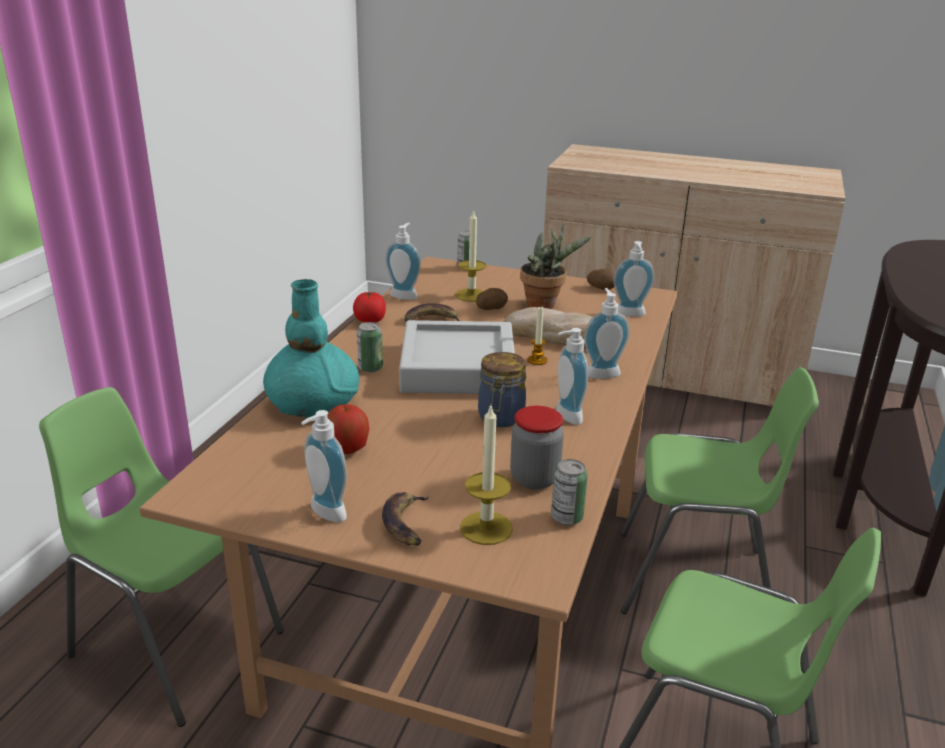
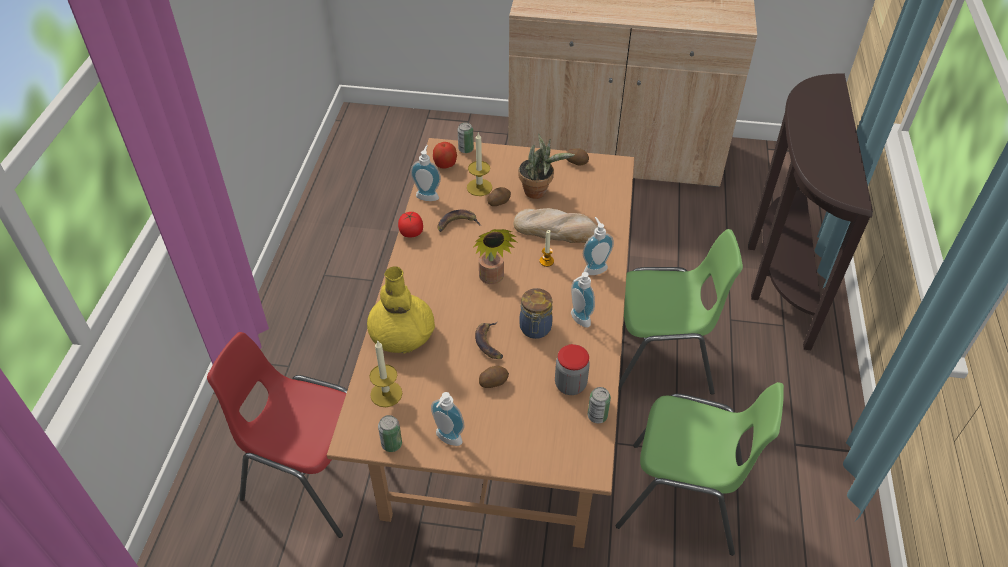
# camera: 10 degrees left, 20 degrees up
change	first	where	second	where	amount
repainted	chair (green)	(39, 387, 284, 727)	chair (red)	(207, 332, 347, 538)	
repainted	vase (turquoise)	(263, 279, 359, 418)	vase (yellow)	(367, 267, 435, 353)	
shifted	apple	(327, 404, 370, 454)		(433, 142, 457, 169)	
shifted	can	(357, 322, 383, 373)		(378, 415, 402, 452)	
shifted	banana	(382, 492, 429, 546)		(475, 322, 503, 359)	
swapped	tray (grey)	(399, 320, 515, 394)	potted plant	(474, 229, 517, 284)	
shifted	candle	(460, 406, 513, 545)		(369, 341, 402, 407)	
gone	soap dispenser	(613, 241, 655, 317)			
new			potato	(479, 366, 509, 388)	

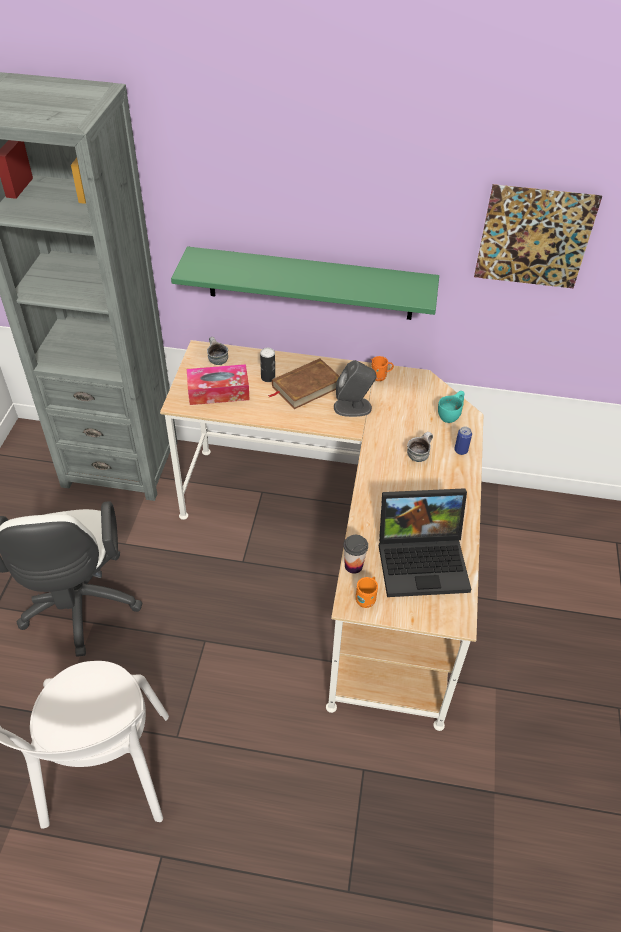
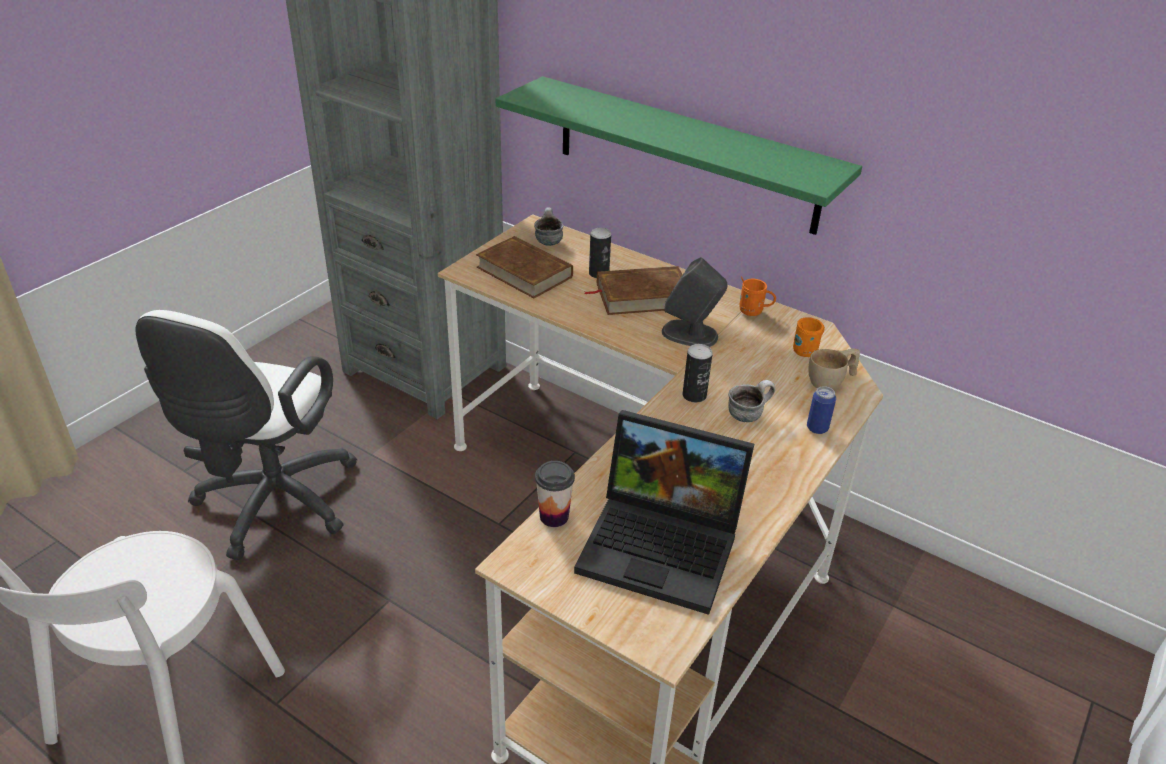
# camera: 25 degrees right, 10 degrees down
change	first	where	second	where	amount
swapped	tissue box	(187, 364, 250, 405)	book (brown)	(476, 236, 573, 298)	
shifted	mug (orange)	(356, 577, 378, 608)		(793, 317, 825, 357)	
repainted	cup (turquoise)	(438, 391, 464, 423)	cup (beige)	(808, 348, 860, 389)	
gone	picture	(474, 184, 602, 288)			
new			can	(683, 344, 713, 403)	

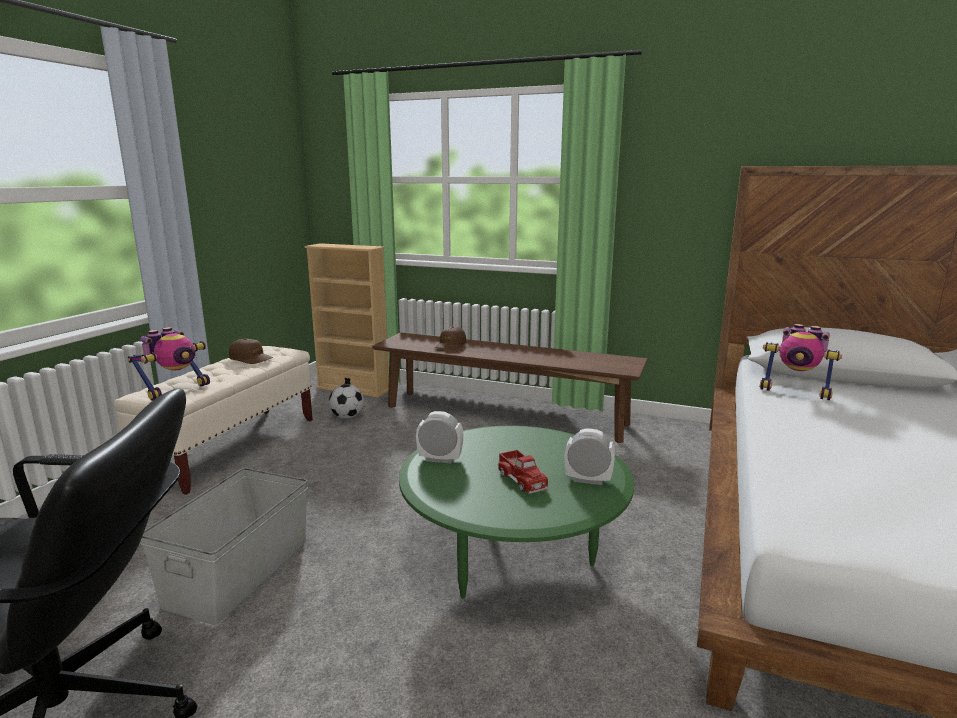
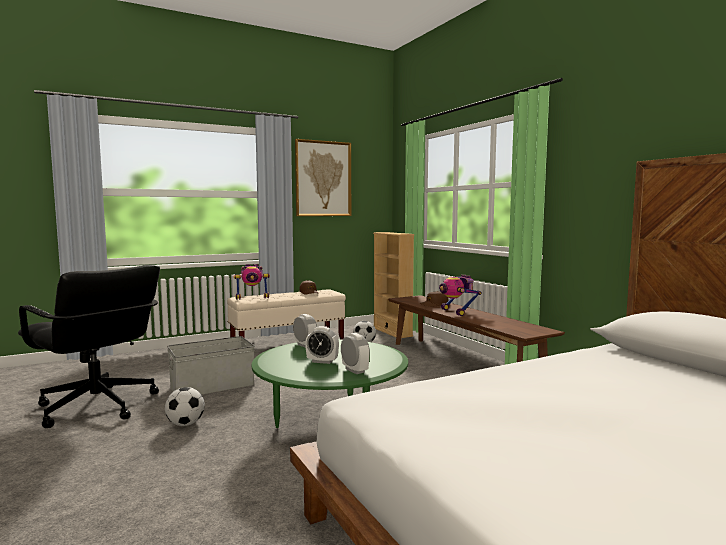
# camera: 40 degrees right, 10 degrees down
change	first	where	second	where	amount
swapped	toy truck	(498, 450, 549, 494)	alarm clock	(305, 326, 339, 364)	
shifted	toy robot	(760, 324, 842, 400)		(439, 275, 482, 316)	
new			football	(165, 387, 205, 426)	
new			picture	(295, 139, 351, 216)	

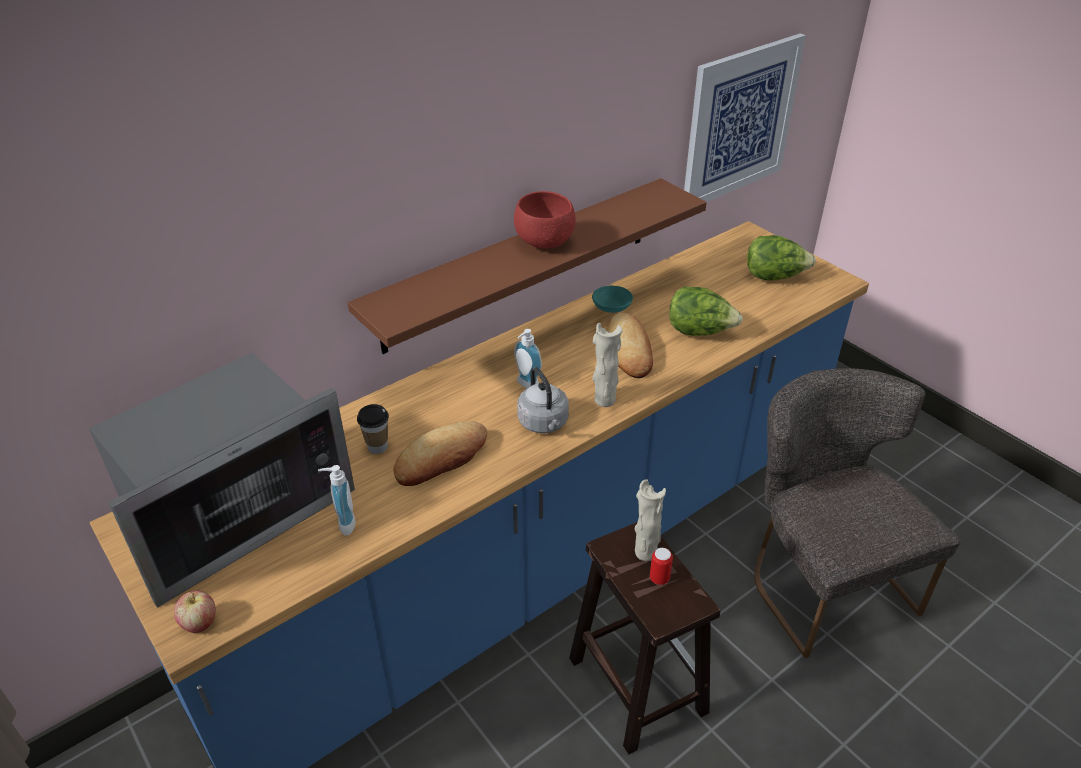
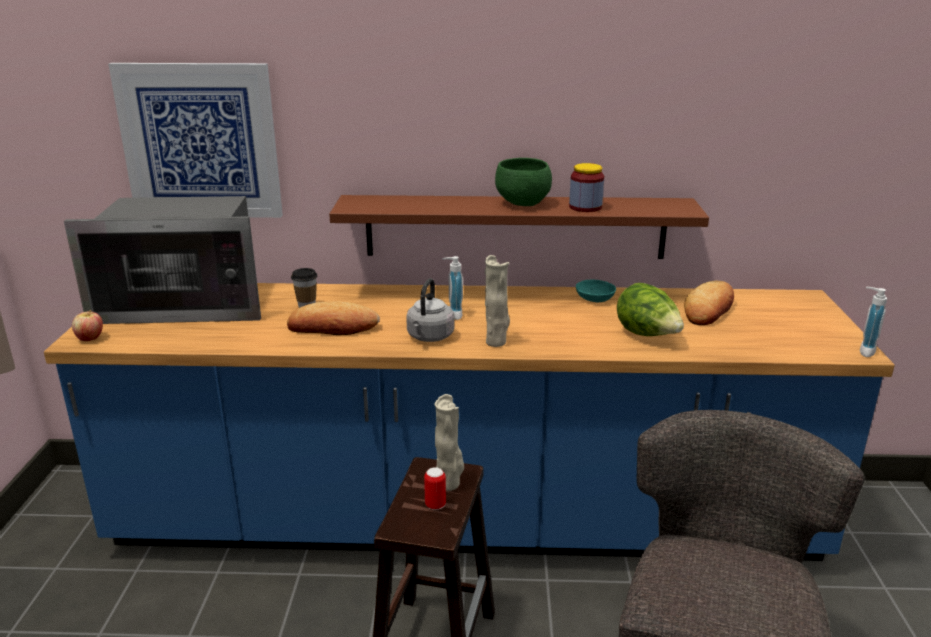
# camera: 40 degrees right, 15 degrees down
change	first	where	second	where	amount
shifted	soap dispenser	(318, 465, 356, 536)		(860, 287, 887, 357)	
repainted	bowl (red)	(514, 191, 576, 249)	bowl (green)	(495, 158, 552, 206)	
shifted	bread	(607, 313, 653, 378)		(684, 281, 734, 325)	
shifted	picture	(684, 33, 806, 202)		(108, 63, 283, 218)	
gone	lettuce	(747, 235, 816, 281)			
new			jar	(569, 163, 604, 212)	

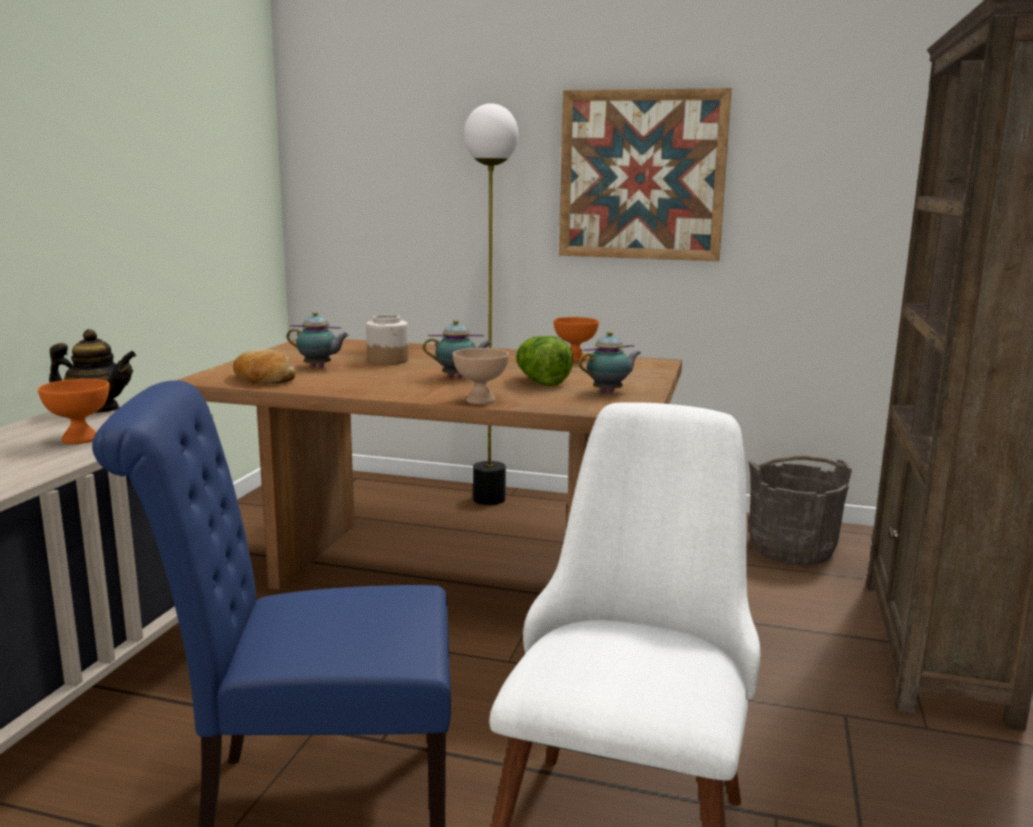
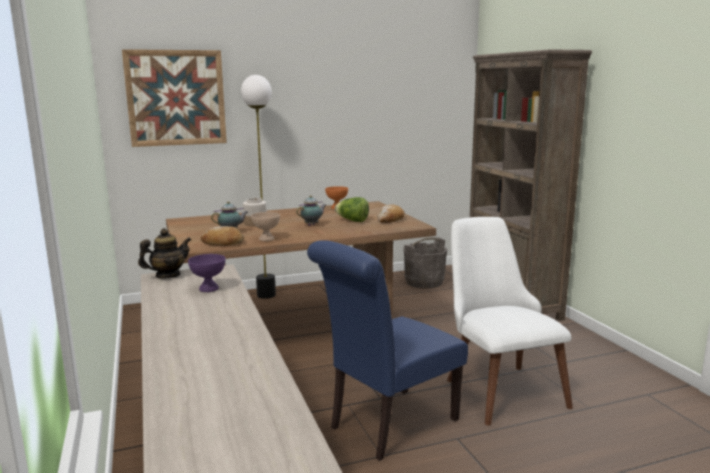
# camera: 35 degrees left, 0 degrees up
change	first	where	second	where	amount
repainted	bowl (orange)	(38, 379, 109, 444)	bowl (purple)	(188, 254, 225, 292)	
shifted	bowl (beige)	(453, 348, 509, 404)		(251, 212, 280, 241)	
shifted	picture	(559, 88, 732, 261)		(122, 49, 227, 147)	
swapped	teapot	(579, 331, 641, 393)	bread	(377, 204, 405, 223)	

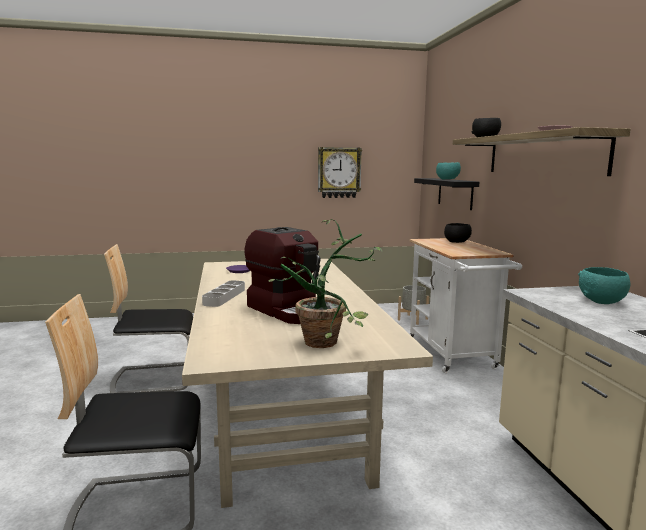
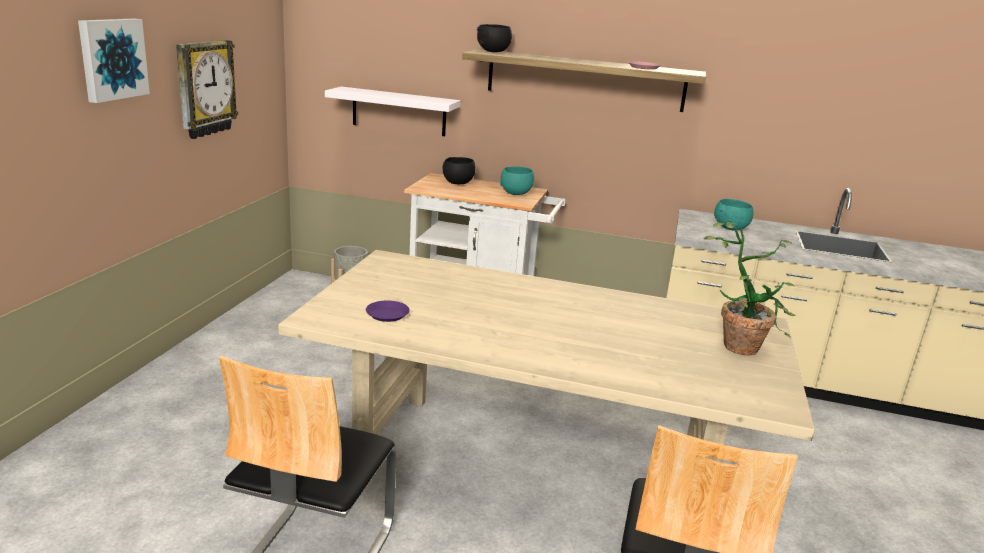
# camera: 65 degrees left, 10 degrees up
change	first	where	second	where	amount
gone	tray (grey)	(202, 280, 245, 307)			
gone	coffee machine	(245, 227, 320, 324)			
repainted	shelf (black)	(414, 178, 479, 210)	shelf (white)	(325, 86, 460, 136)	
shifted	bowl (turquoise)	(436, 162, 461, 179)		(500, 166, 534, 195)	
new			picture	(78, 18, 150, 103)	

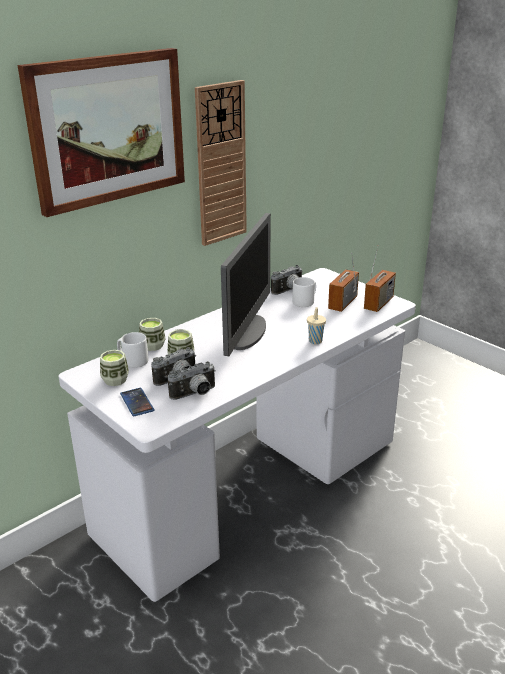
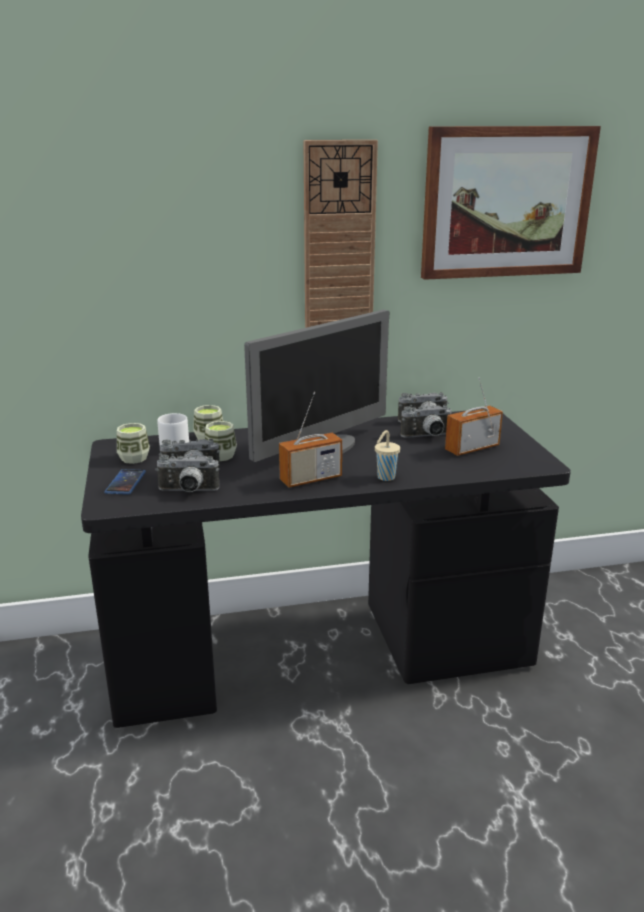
# camera: 30 degrees right, 5 degrees down
change	first	where	second	where	amount
shifted	picture	(17, 48, 185, 217)		(421, 126, 601, 280)	
repainted	desk (white)	(59, 268, 416, 602)	desk (black)	(81, 411, 571, 728)	
swapped	mug (white)	(292, 277, 316, 307)	photo camera	(400, 405, 452, 438)	
shifted	radio	(364, 245, 396, 312)		(279, 392, 342, 488)	

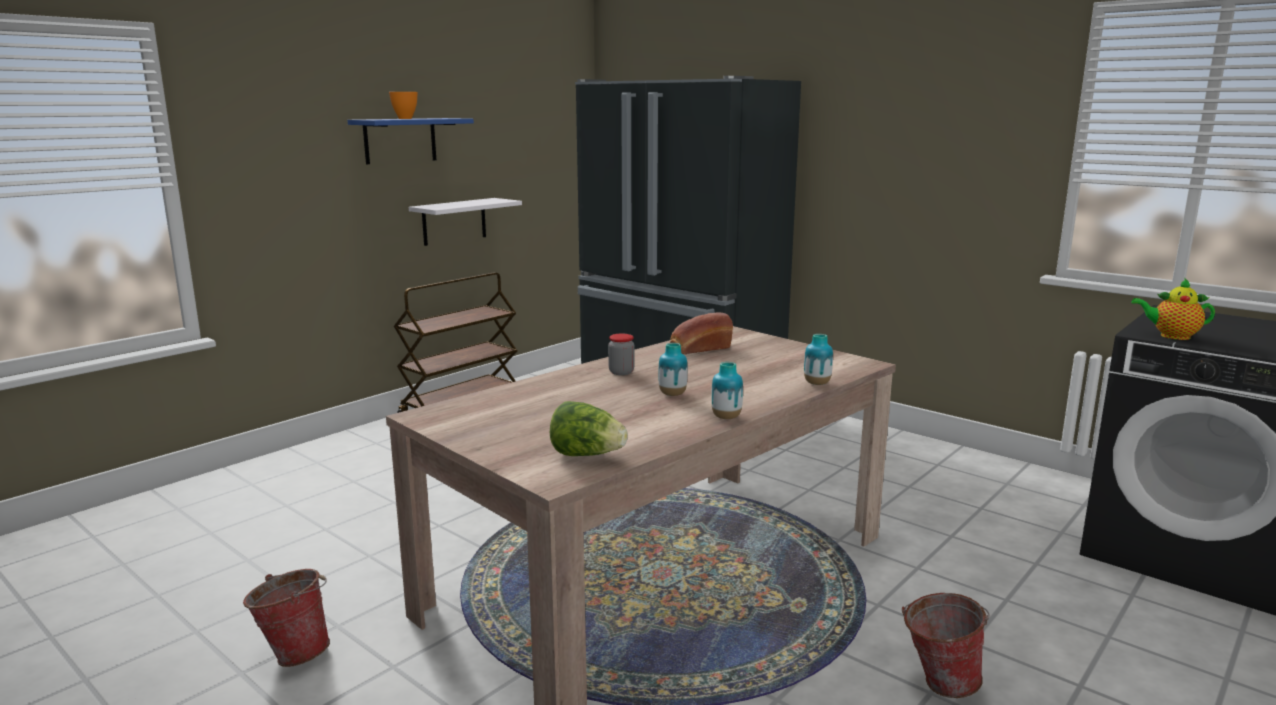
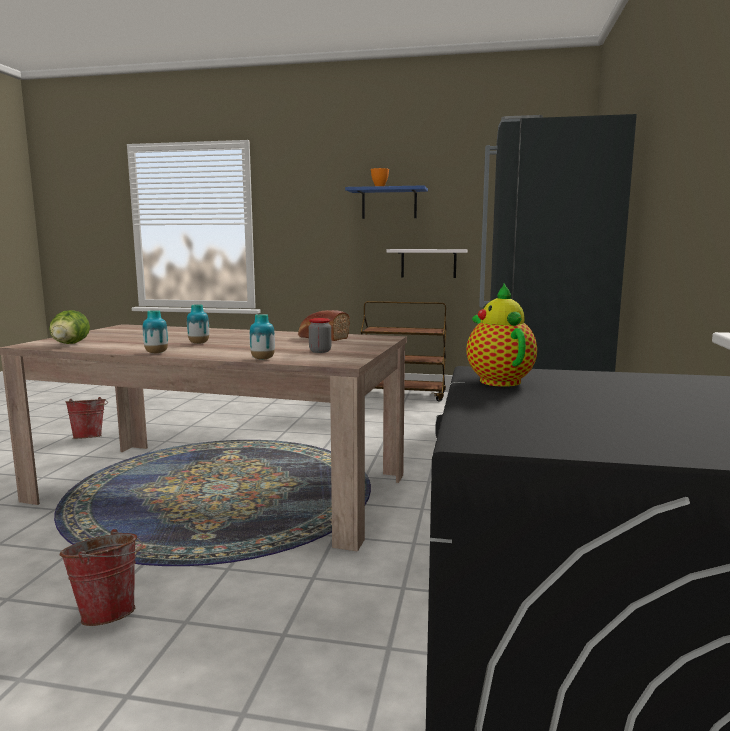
# camera: 60 degrees right, 5 degrees down
change	first	where	second	where	amount
shifted	jar	(608, 334, 635, 375)		(309, 318, 331, 353)	

